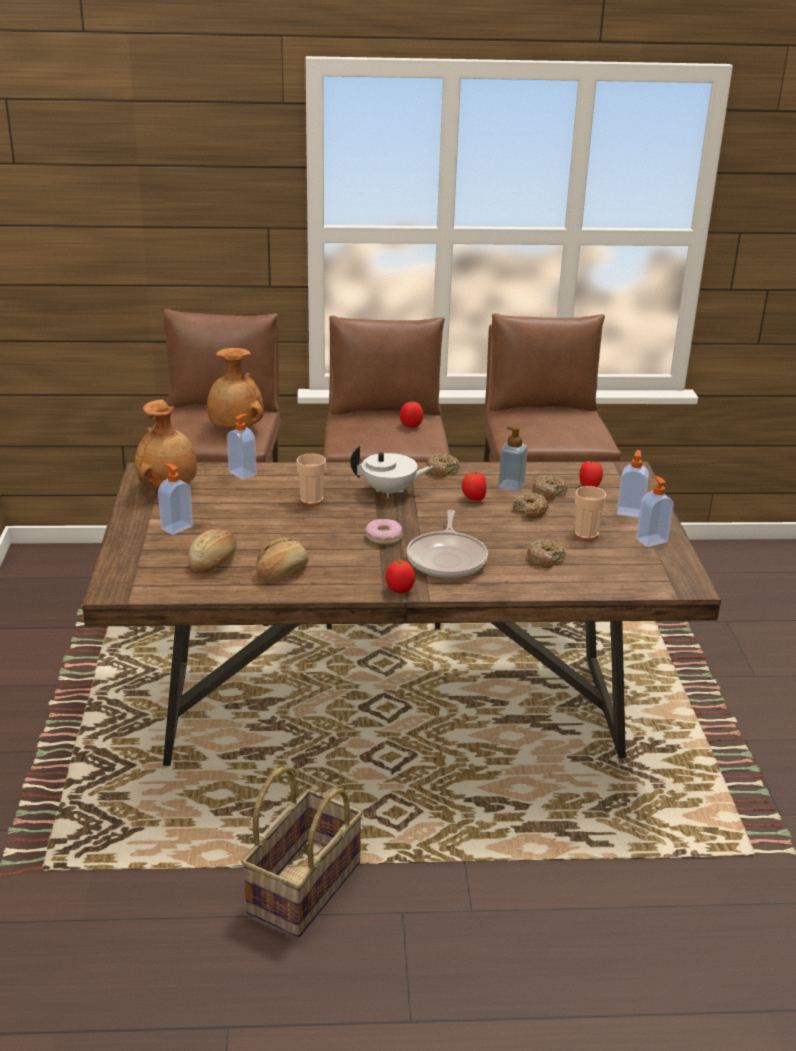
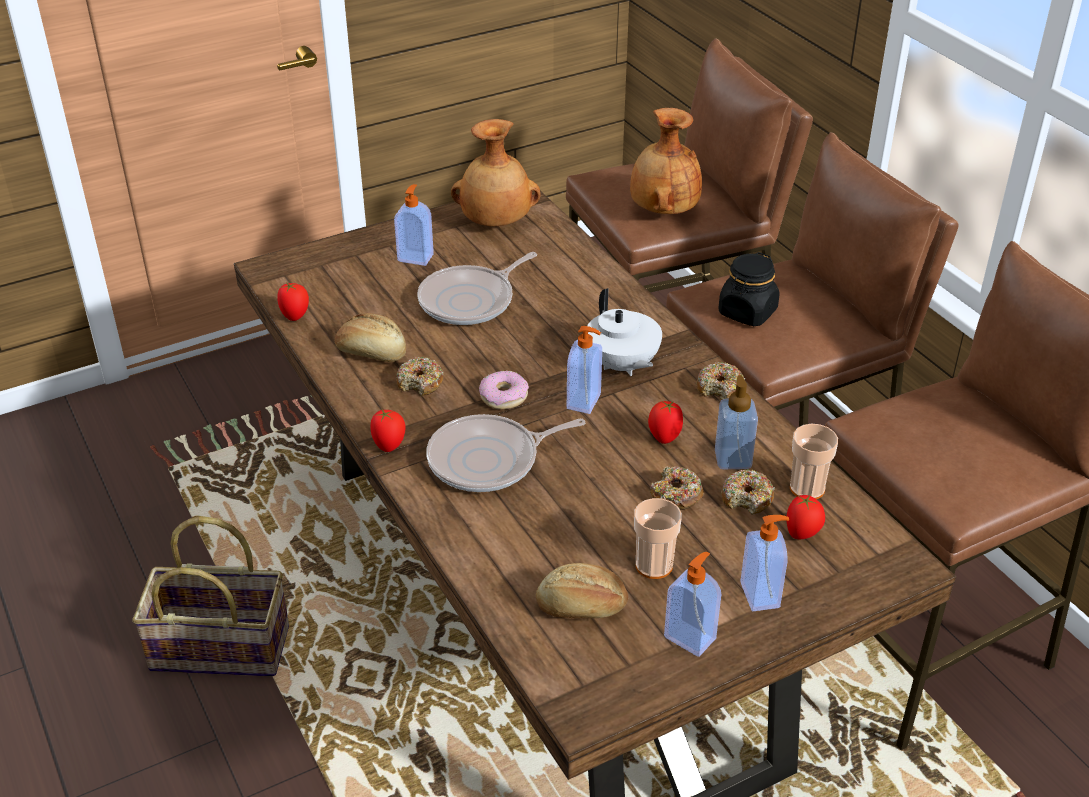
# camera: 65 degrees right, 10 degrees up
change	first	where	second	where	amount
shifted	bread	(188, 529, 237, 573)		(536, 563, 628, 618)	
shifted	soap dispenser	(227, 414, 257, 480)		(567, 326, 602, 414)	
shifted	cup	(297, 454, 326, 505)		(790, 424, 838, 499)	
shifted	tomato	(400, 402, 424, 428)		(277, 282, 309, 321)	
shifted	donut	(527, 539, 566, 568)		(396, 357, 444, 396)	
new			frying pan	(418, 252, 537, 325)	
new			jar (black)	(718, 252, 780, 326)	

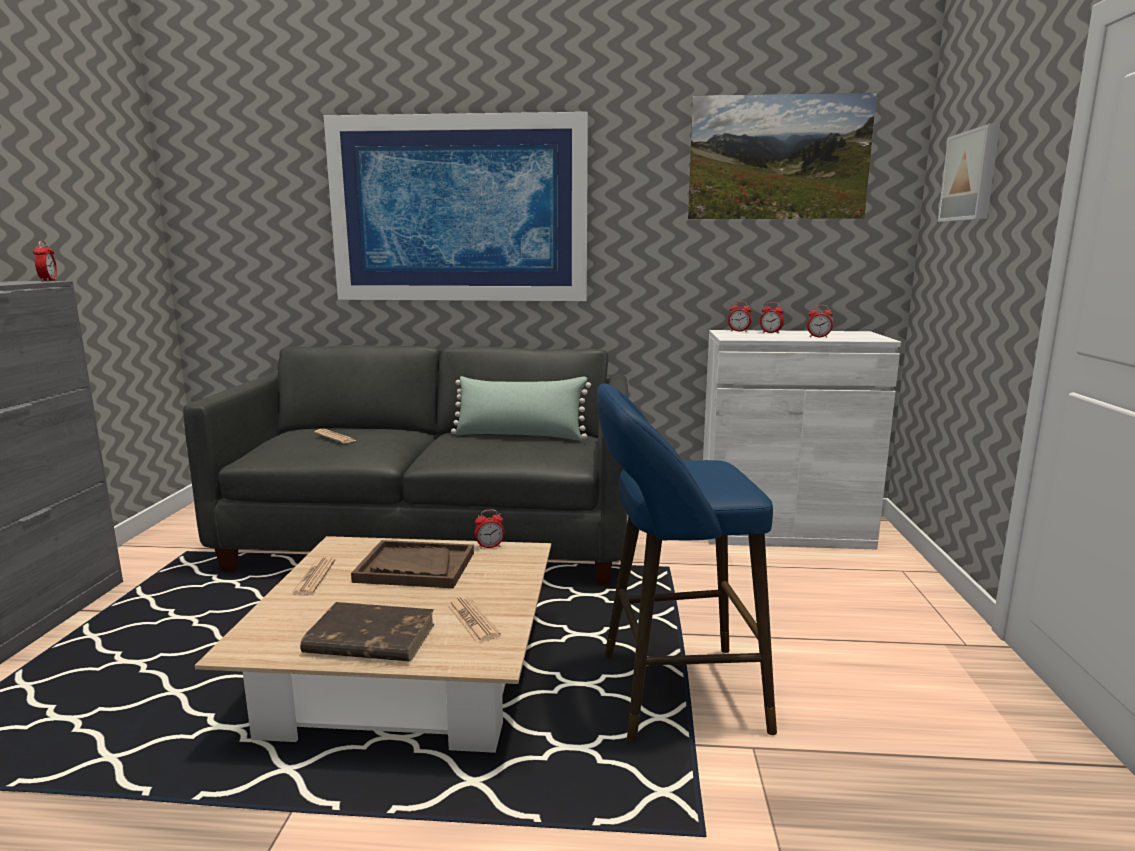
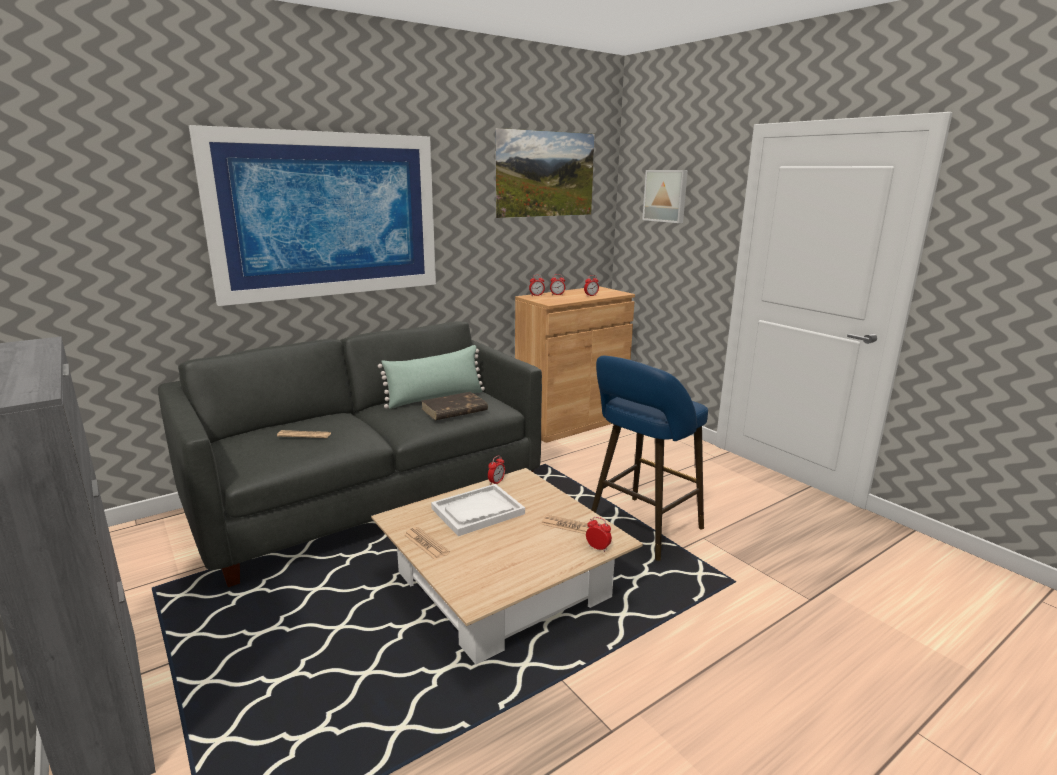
# camera: 40 degrees left, 5 degrees up
change	first	where	second	where	amount
shifted	alarm clock	(33, 241, 57, 282)		(586, 517, 612, 552)	
shifted	book (brown)	(300, 602, 435, 662)		(421, 392, 488, 420)	
repainted	tray (brown)	(351, 540, 474, 588)	tray (white)	(431, 484, 525, 536)	
repainted	cabinet (white)	(703, 330, 901, 550)	cabinet (brown)	(515, 286, 635, 443)	

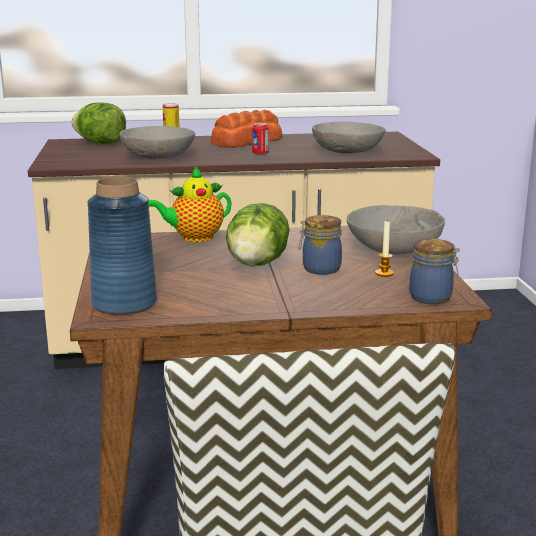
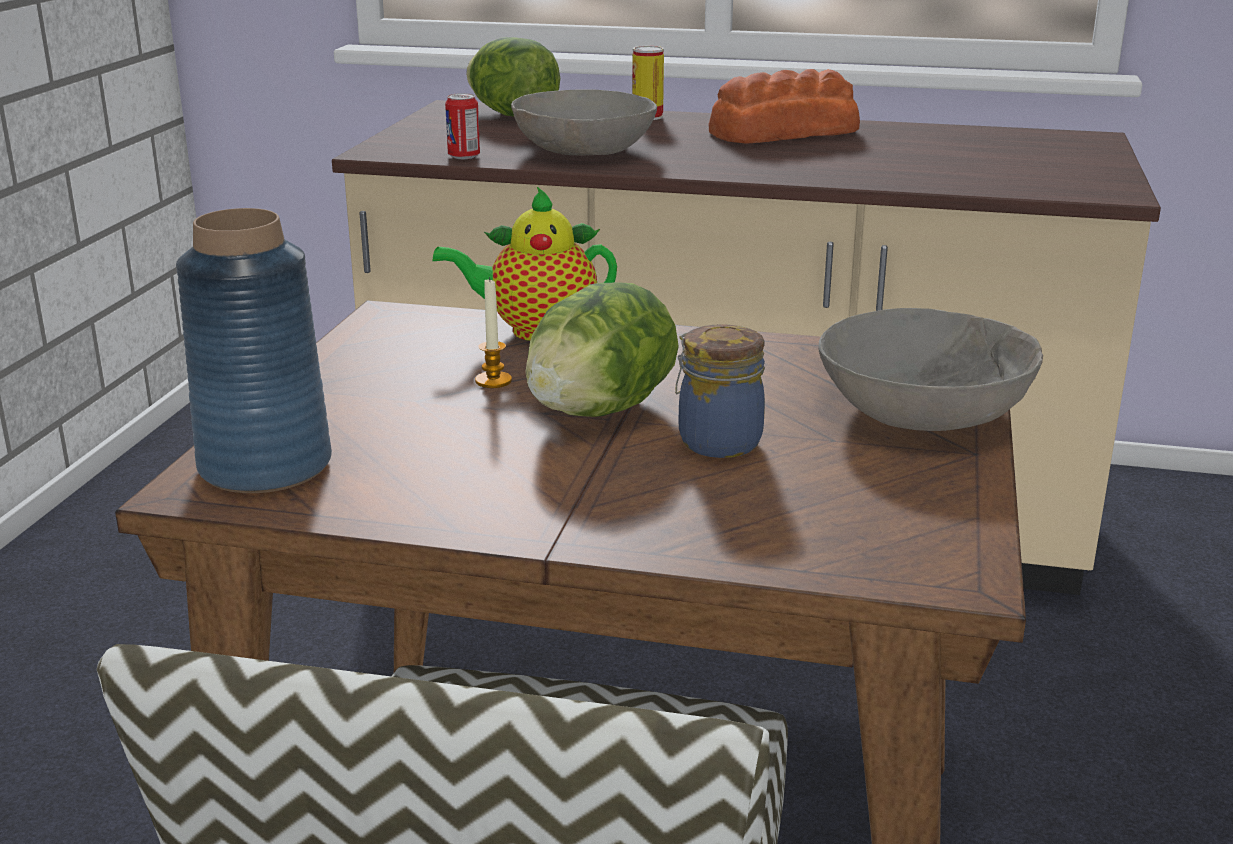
# camera: 20 degrees right, 5 degrees up
change	first	where	second	where	amount
shifted	can	(252, 123, 268, 155)		(445, 93, 480, 159)	
gone	bowl (grey)	(312, 122, 386, 153)			
shifted	candle	(375, 221, 394, 277)		(475, 277, 512, 388)	
gone	jar	(410, 239, 460, 304)			

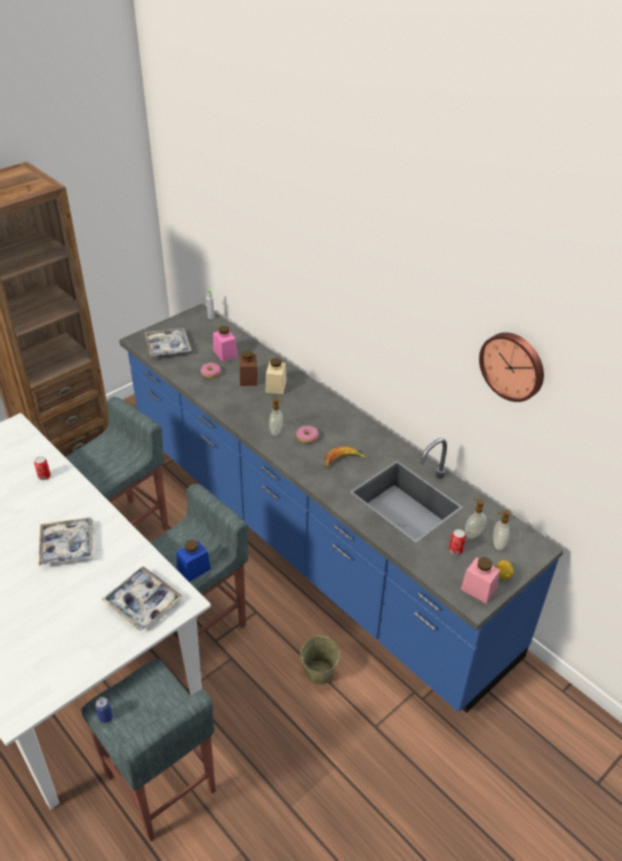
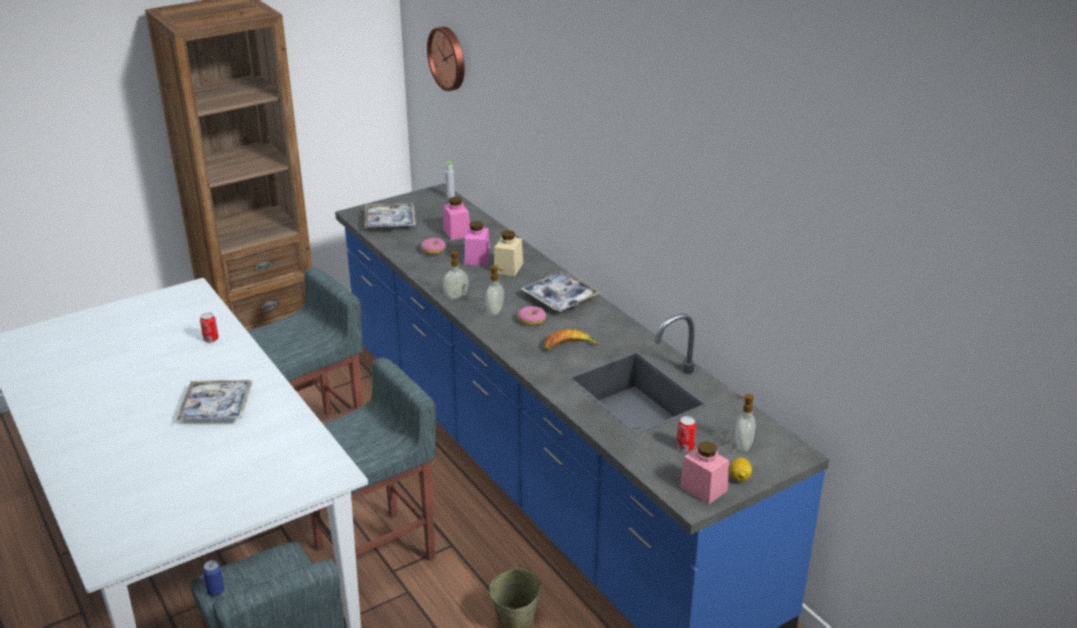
# camera: 10 degrees right, 10 degrees down
change	first	where	second	where	amount
shifted	tray	(102, 566, 183, 631)		(521, 271, 601, 311)	
gone	jar (blue)	(176, 540, 211, 582)			
repainted	jar (brown)	(240, 350, 258, 386)	jar (pink)	(465, 221, 490, 266)	
shifted	soap dispenser	(465, 498, 487, 539)		(443, 251, 469, 299)	
shifted	wall clock	(479, 332, 544, 402)		(427, 27, 465, 91)	

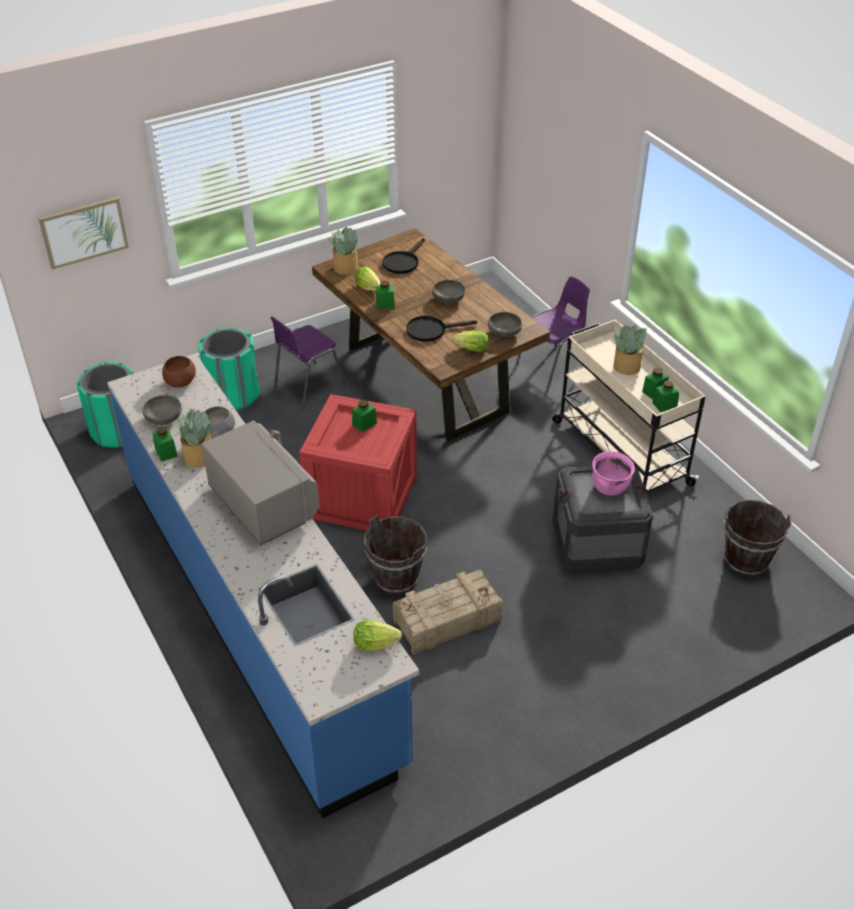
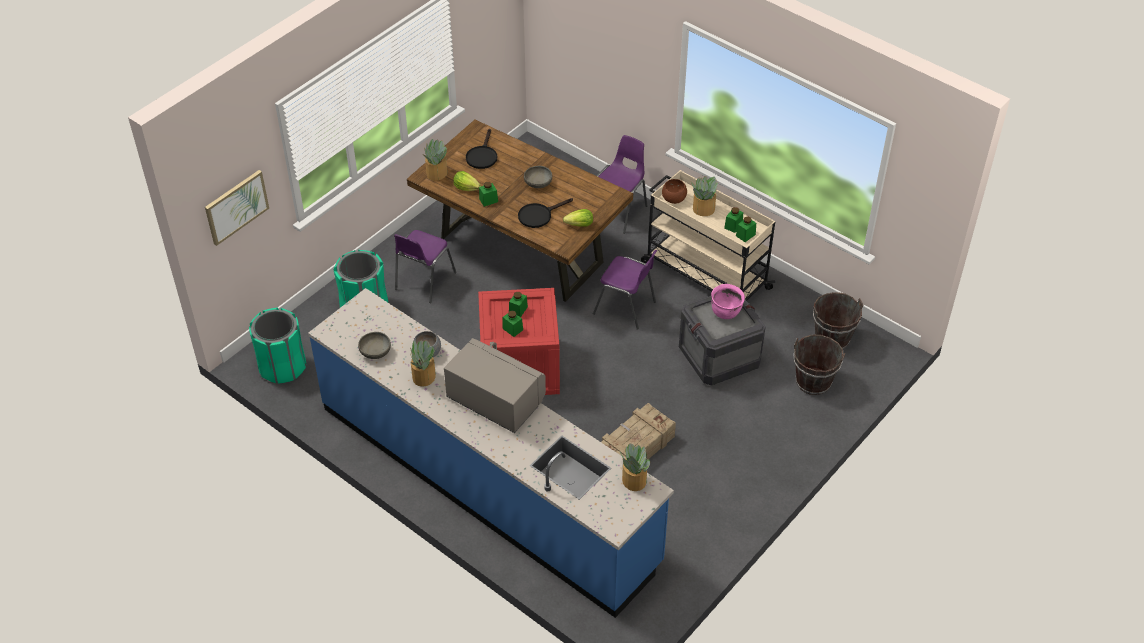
# camera: 20 degrees left, 5 degrees up
change	first	where	second	where	amount
shifted	jar (green)	(152, 426, 178, 462)		(502, 311, 523, 337)	
shifted	bowl (brown)	(162, 356, 196, 388)		(662, 179, 687, 204)	
swapped	lettuce	(353, 620, 402, 651)	potted plant	(620, 443, 650, 491)	
shifted	bucket (brown)	(364, 515, 427, 593)		(793, 335, 846, 395)	
gone	bowl (grey)	(488, 312, 522, 337)			
new			chair (purple)	(593, 250, 657, 330)	

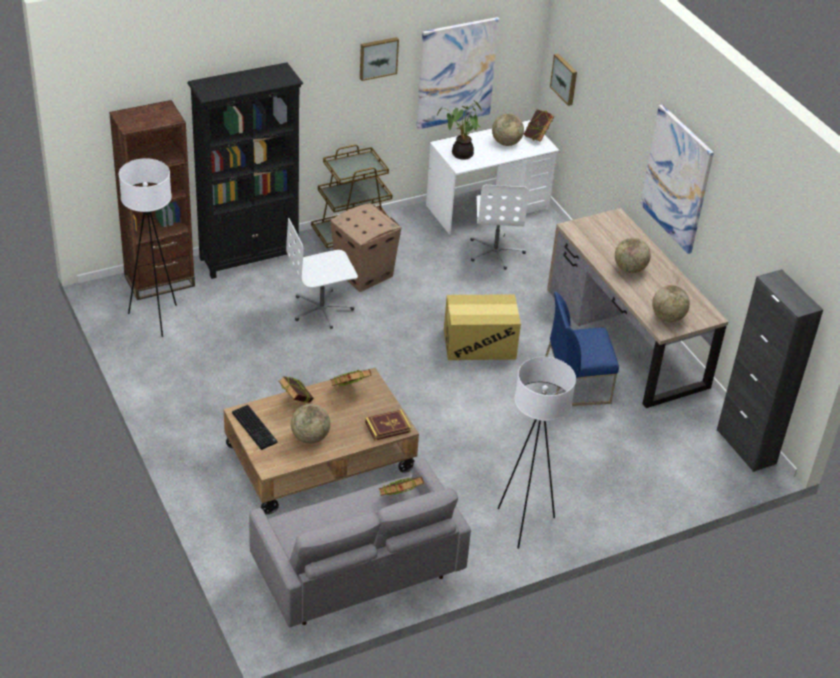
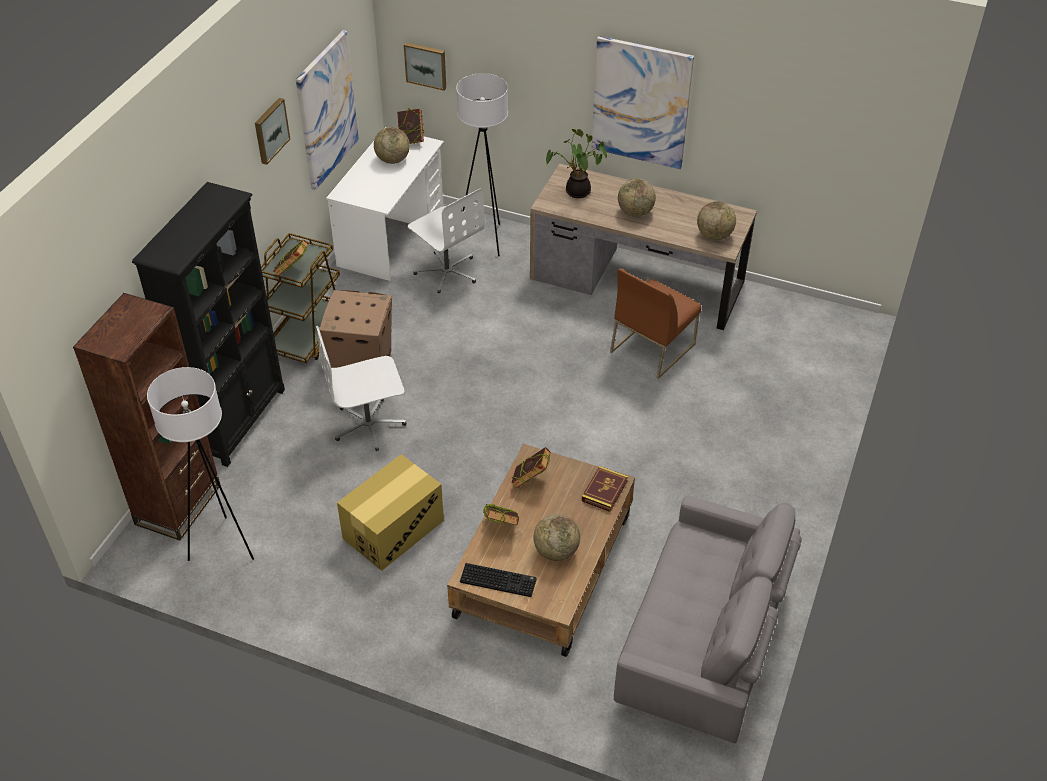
# camera: 40 degrees left, 5 degrees up
change	first	where	second	where	amount
rotated	office chair (white)	(286, 218, 358, 329)		(316, 326, 406, 451)	45 degrees clockwise
shifted	book	(379, 476, 424, 496)		(273, 239, 309, 276)	
shifted	potted plant	(437, 100, 481, 160)		(546, 129, 607, 198)	
shifted	cardboard box	(444, 294, 521, 360)		(337, 454, 444, 571)	
shifted	floor lamp (white)	(498, 357, 576, 549)		(456, 73, 508, 256)	
repainted	chair (blue)	(545, 292, 619, 406)	chair (brown)	(610, 268, 701, 379)	
gone	cabinet (black)	(717, 269, 823, 472)			

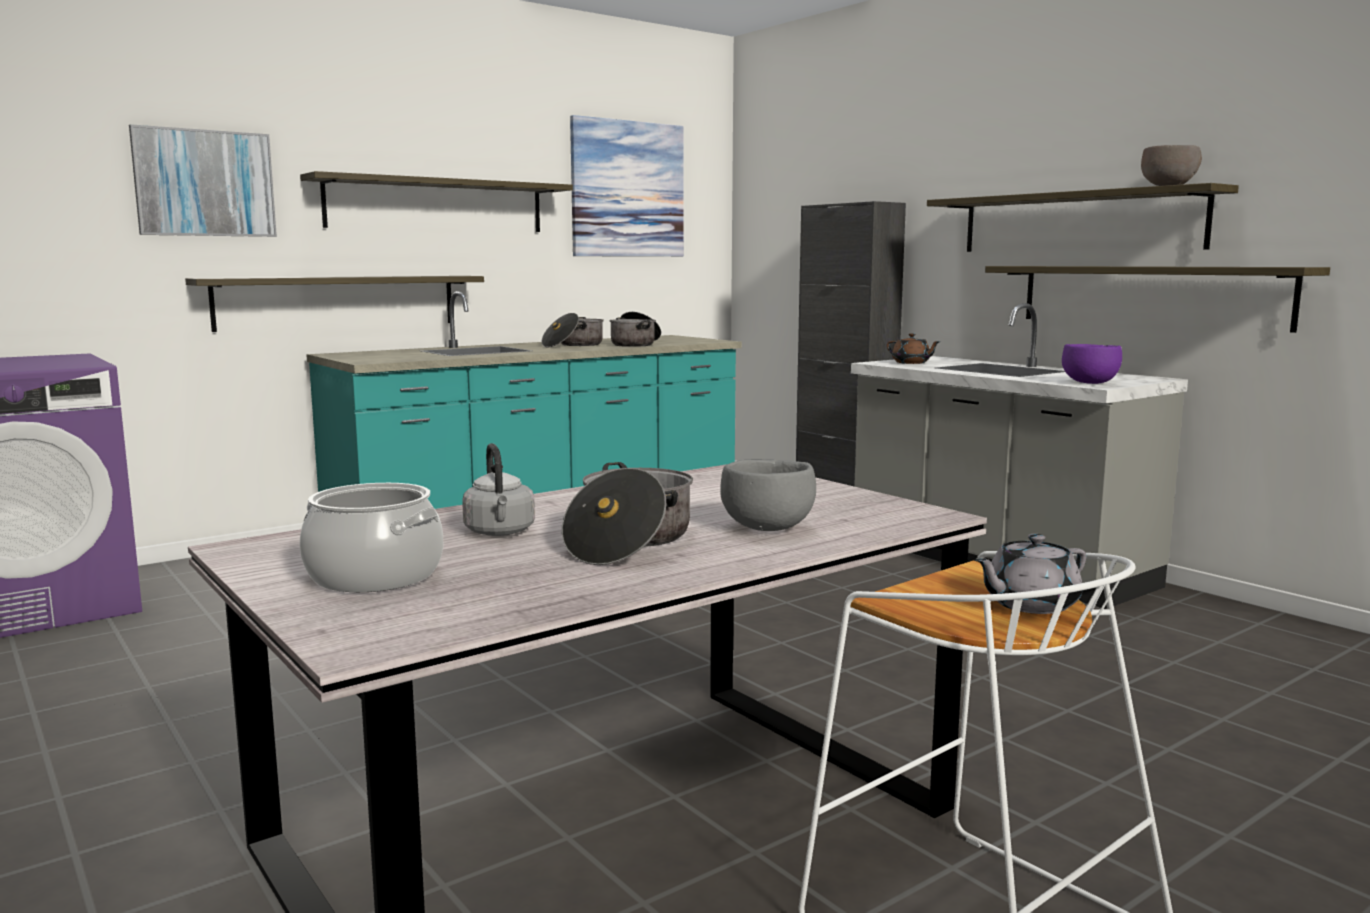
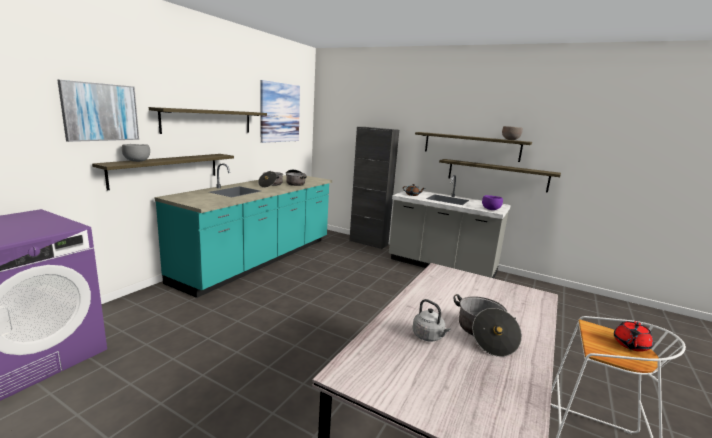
# camera: 25 degrees left, 5 degrees up
change	first	where	second	where	amount
gone	cooking pot	(300, 483, 443, 592)			
shifted	bowl (grey)	(720, 460, 816, 531)		(122, 144, 150, 162)	
repainted	teapot (grey)	(975, 534, 1086, 614)	teapot (red)	(614, 321, 653, 352)	

